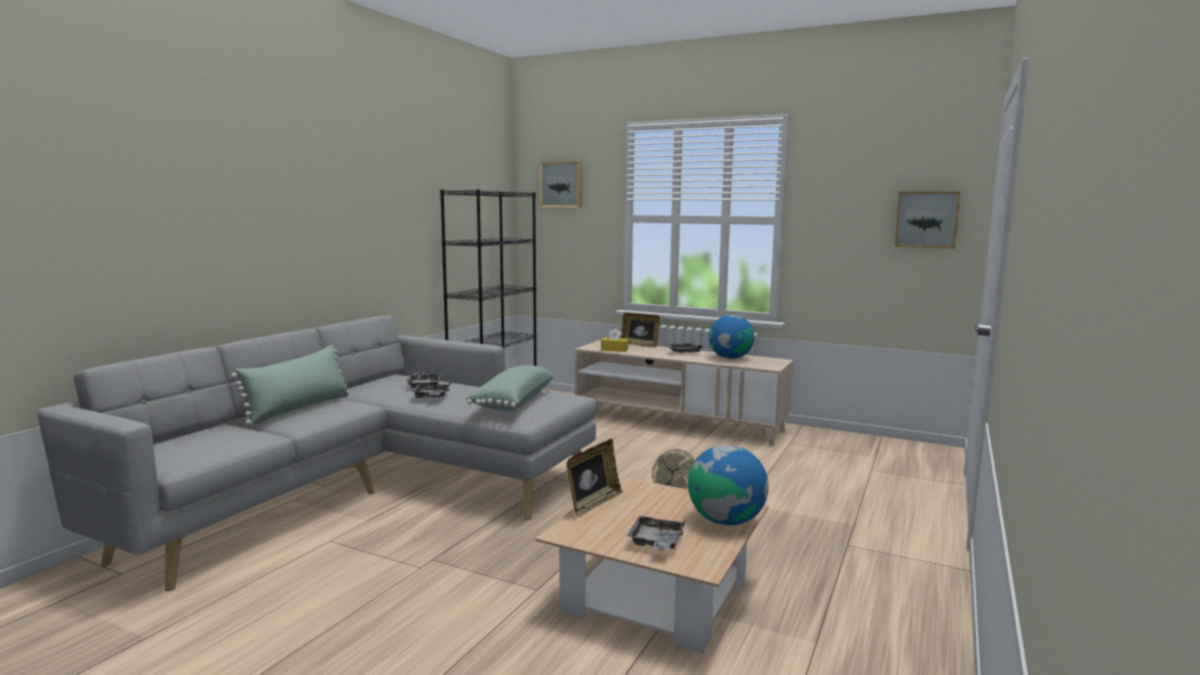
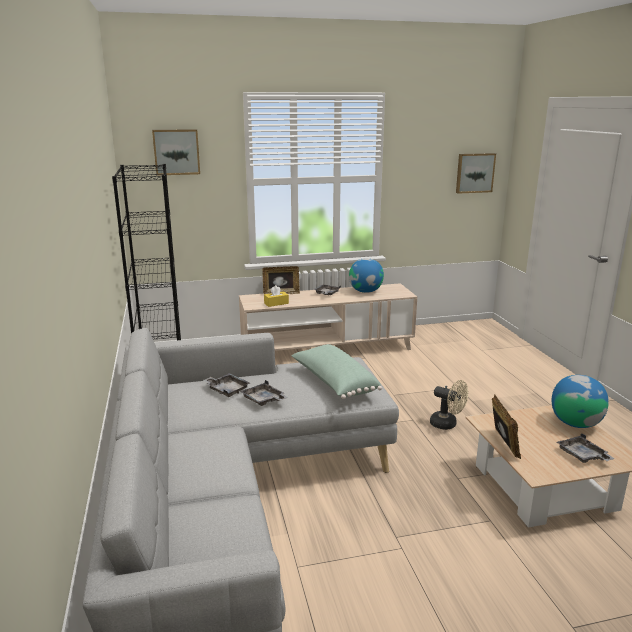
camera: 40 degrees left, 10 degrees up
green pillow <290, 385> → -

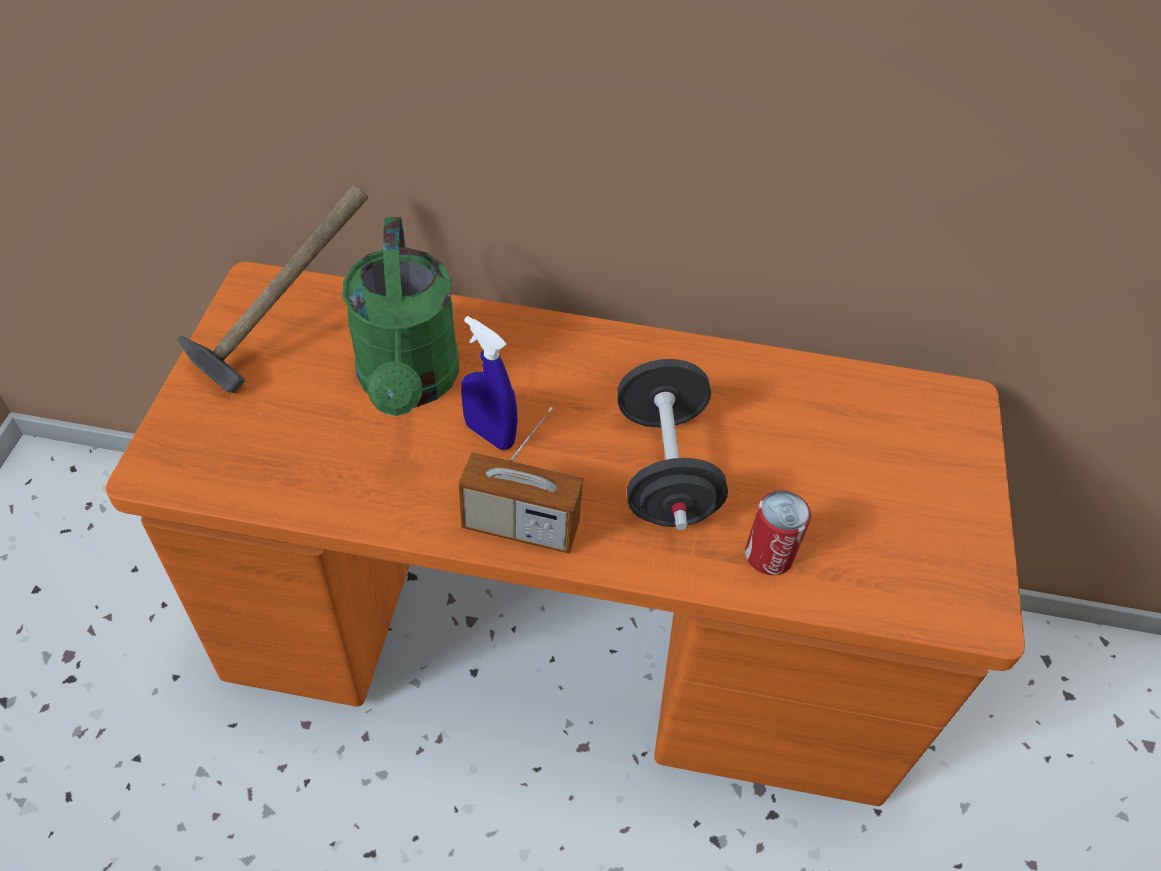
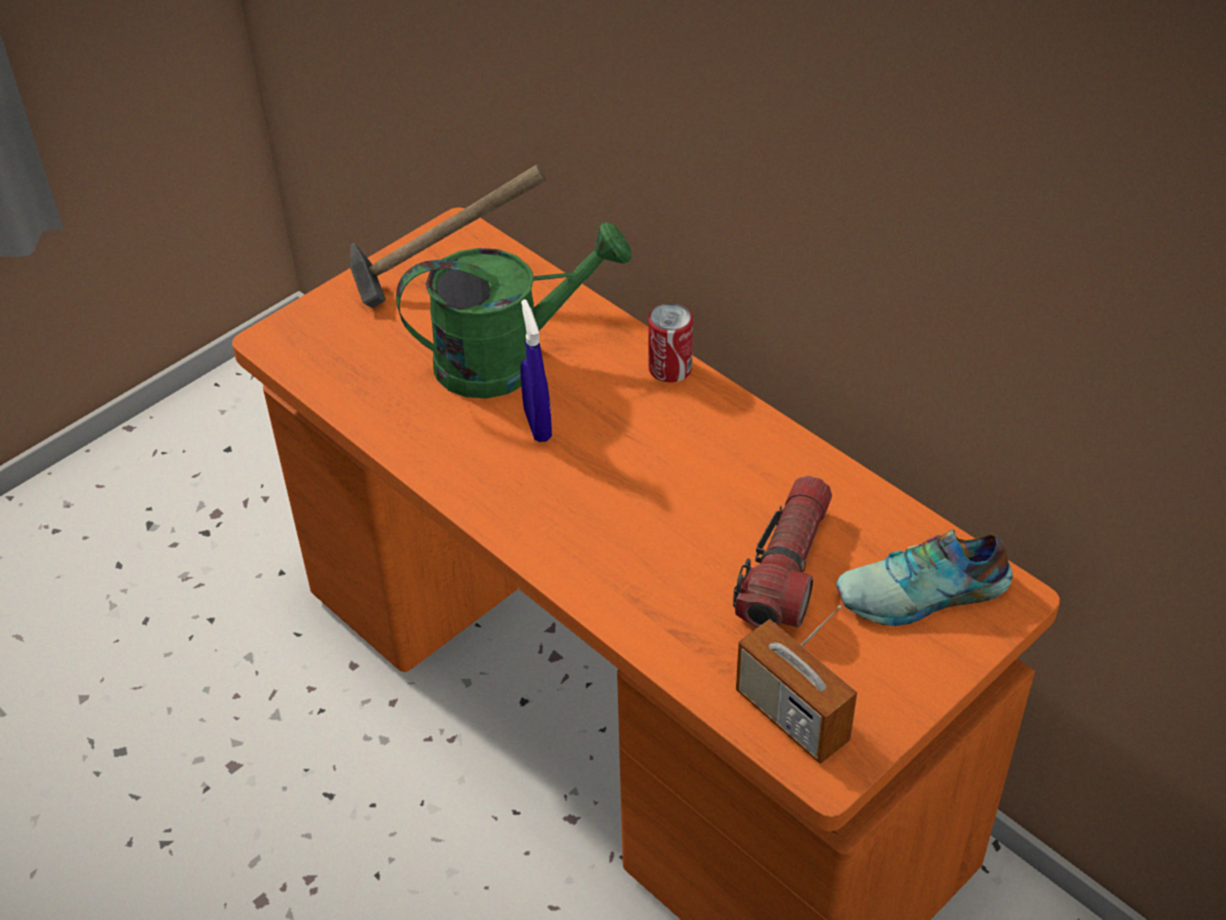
camera: 40 degrees right, 5 degrees down
black dumbbell <672, 444> → -
- → flashlight <782, 552>
- → shoe <923, 577>
radio <520, 480> → radio <796, 684>, move
can <778, 532> → can <670, 342>, move
green watering can <400, 316> → green watering can <513, 310>, 135 degrees counterclockwise

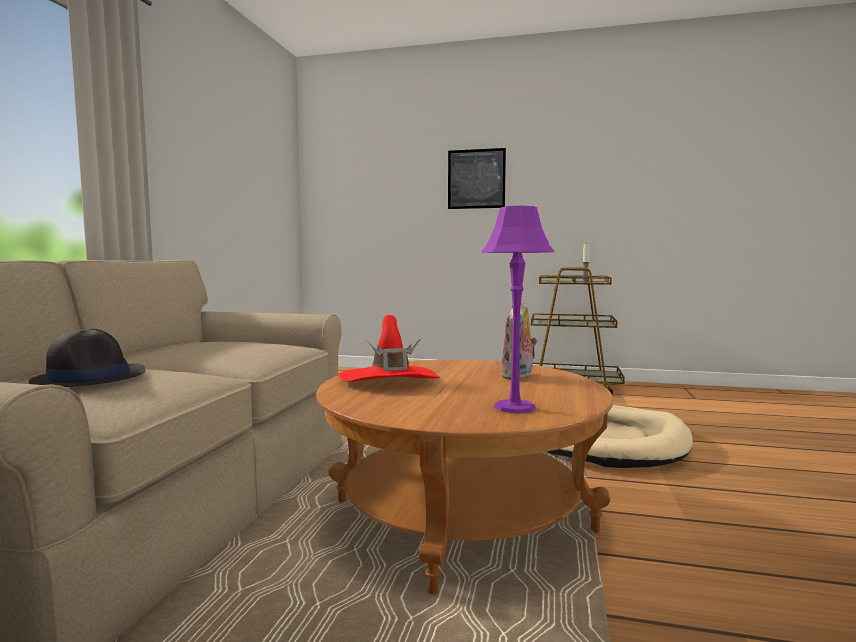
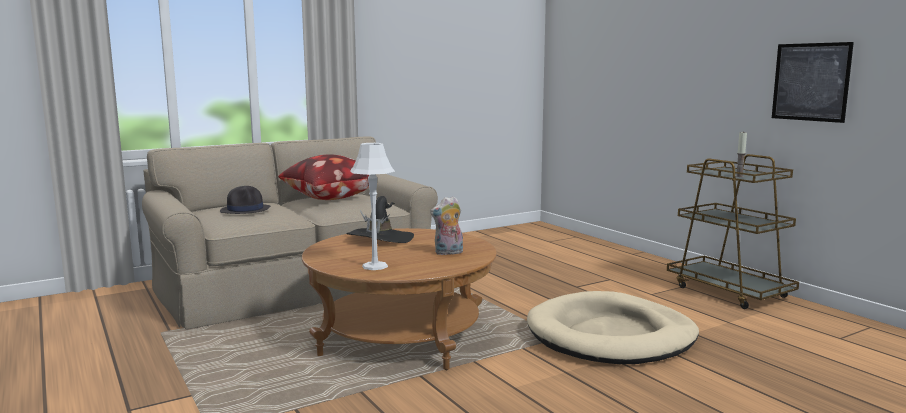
camera: 45 degrees right, 5 degrees up
- → pillow <323, 177>
picture <477, 178> → picture <813, 82>, move
red hat <389, 348> → black hat <380, 219>
purple table lamp <518, 310> → white table lamp <372, 206>

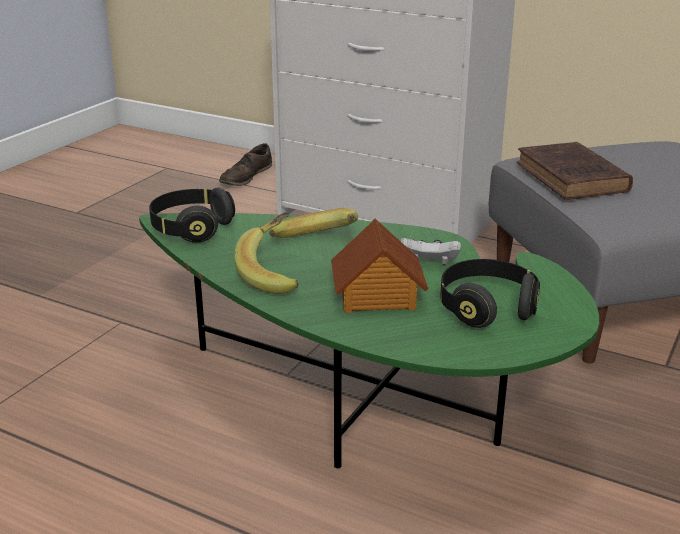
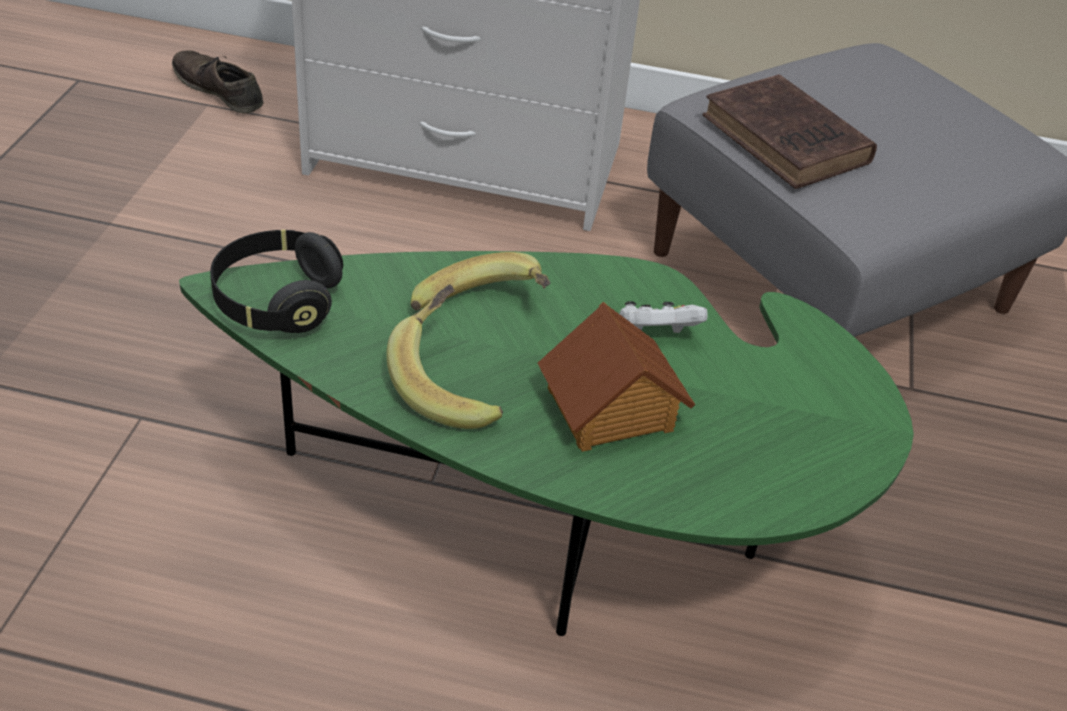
camera: 20 degrees left, 15 degrees up
black headphones <490, 293> → -
brown shoe <245, 164> → brown shoe <217, 82>, 120 degrees clockwise

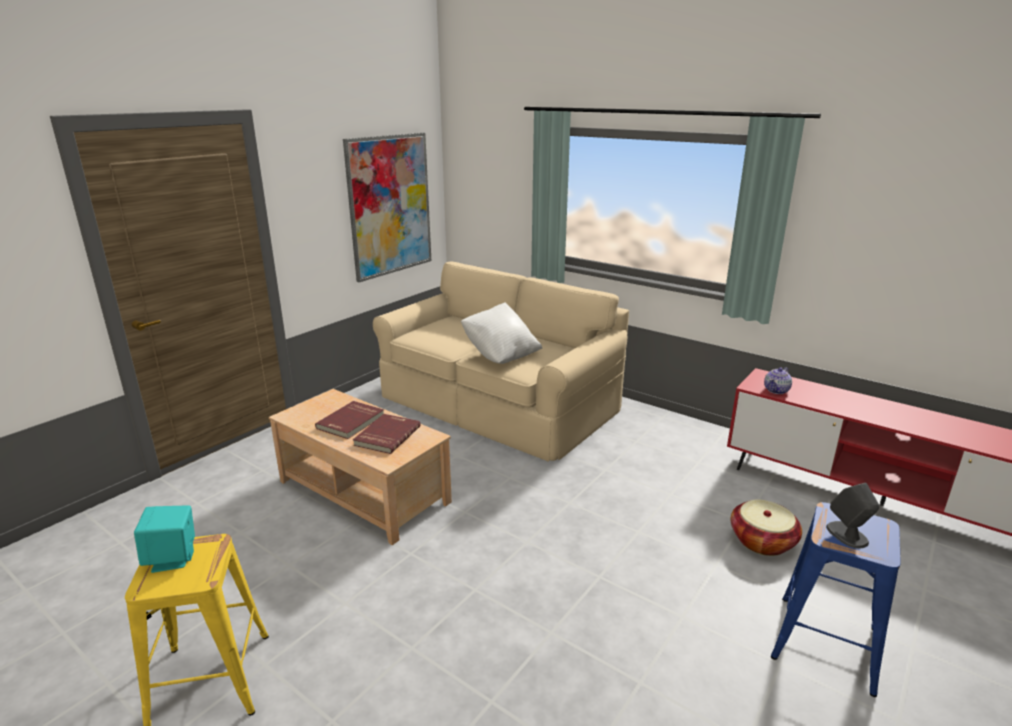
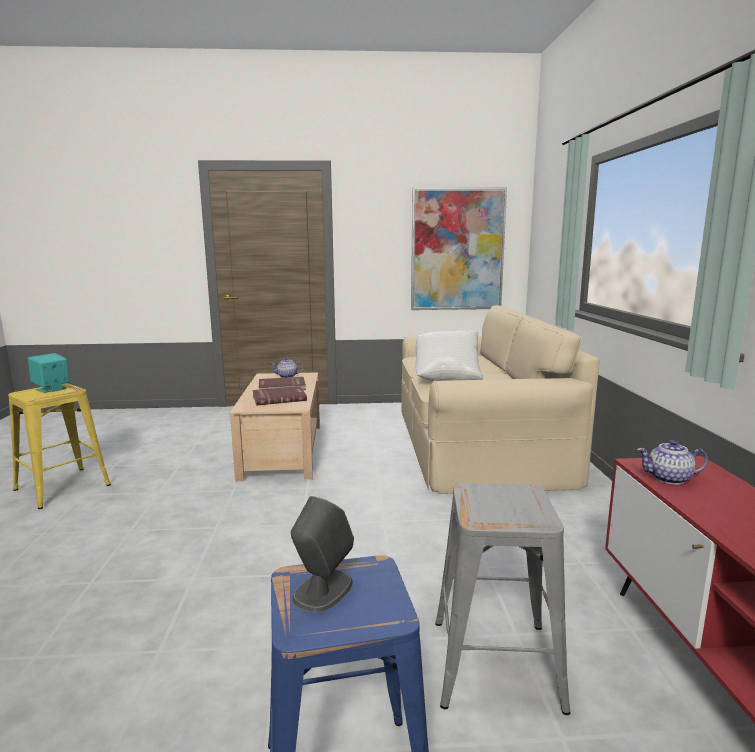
camera: 50 degrees right, 10 degrees down
- → teapot <287, 367>
basket <766, 527> → grey stool <502, 599>

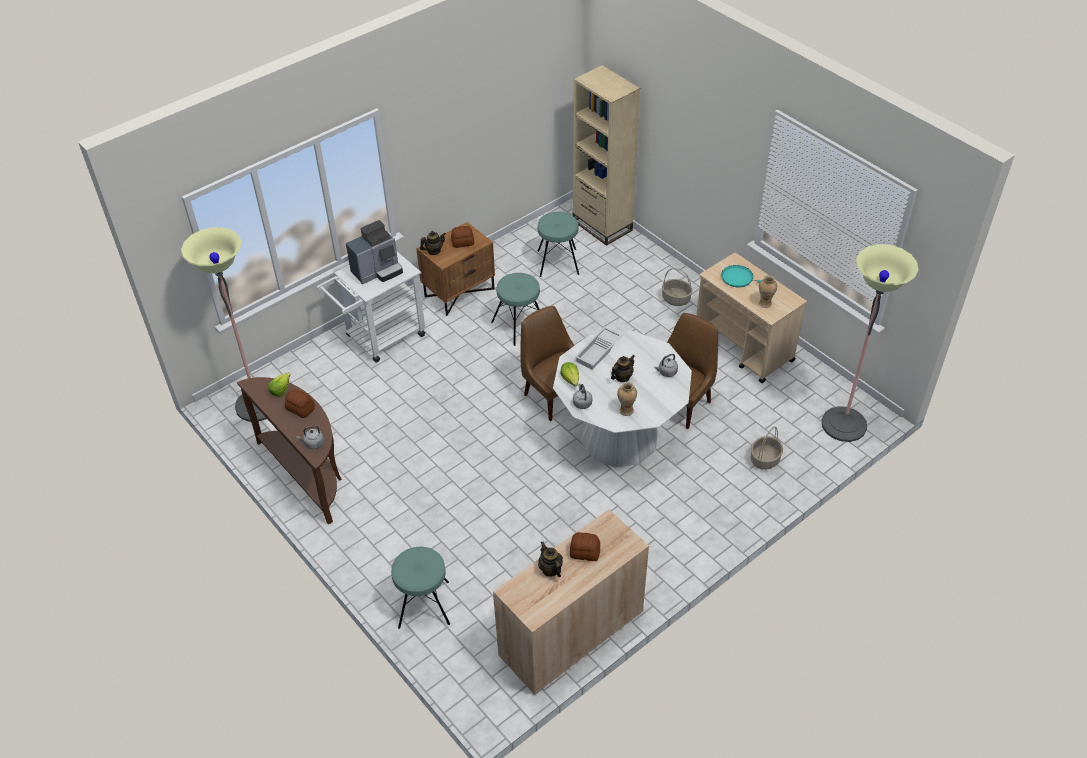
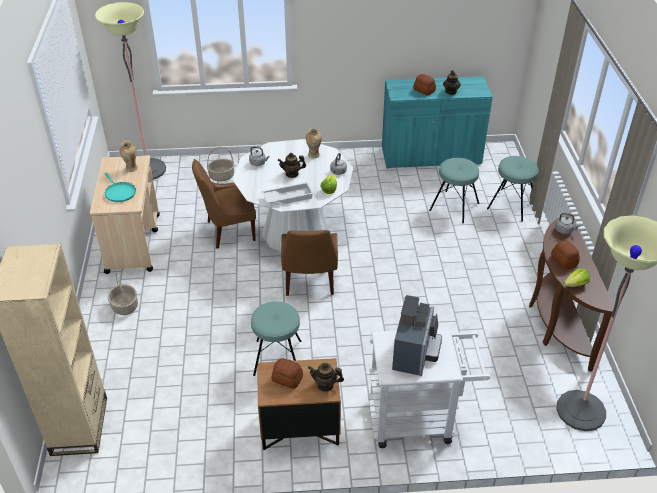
camera: 145 degrees left, 5 degrees down
turquoise stool <558, 244> → turquoise stool <454, 190>, move
beige cabinet <571, 602> → turquoise cabinet <437, 122>
coffee machine <374, 252> → coffee machine <417, 335>, 105 degrees clockwise

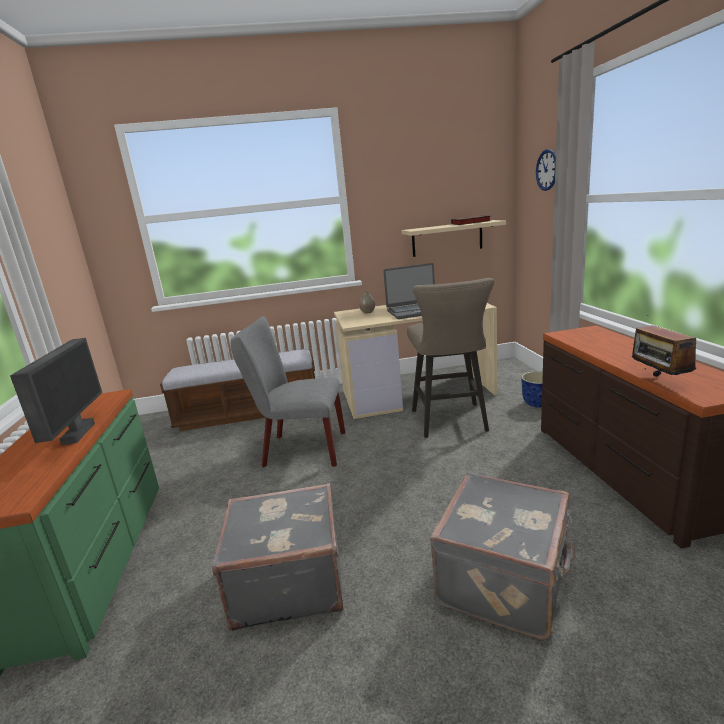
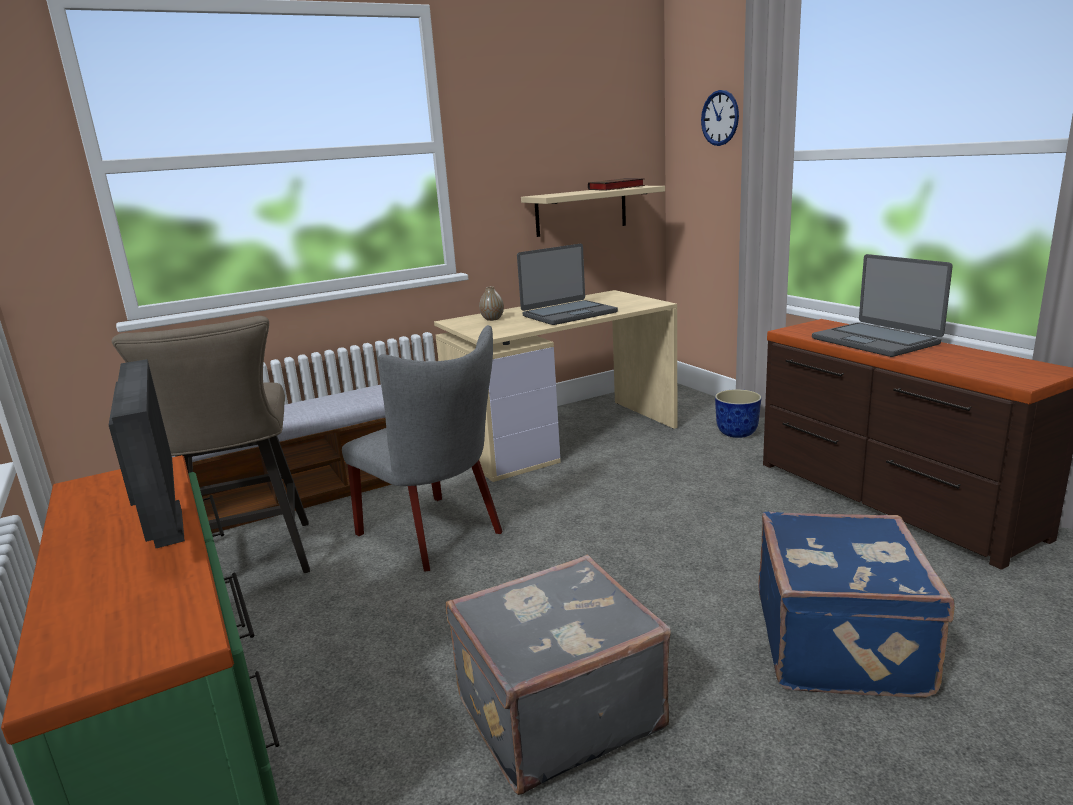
camera: 20 degrees left, 0 degrees up
radio <664, 346> → -
- → laptop <882, 305>
beige stool <450, 358> → beige stool <211, 444>, move
grey suitcase <502, 555> → blue suitcase <857, 605>
grey chair <288, 391> → grey chair <422, 448>, 120 degrees counterclockwise

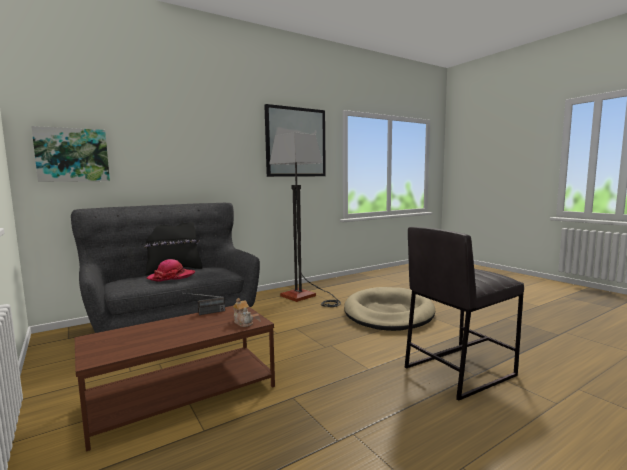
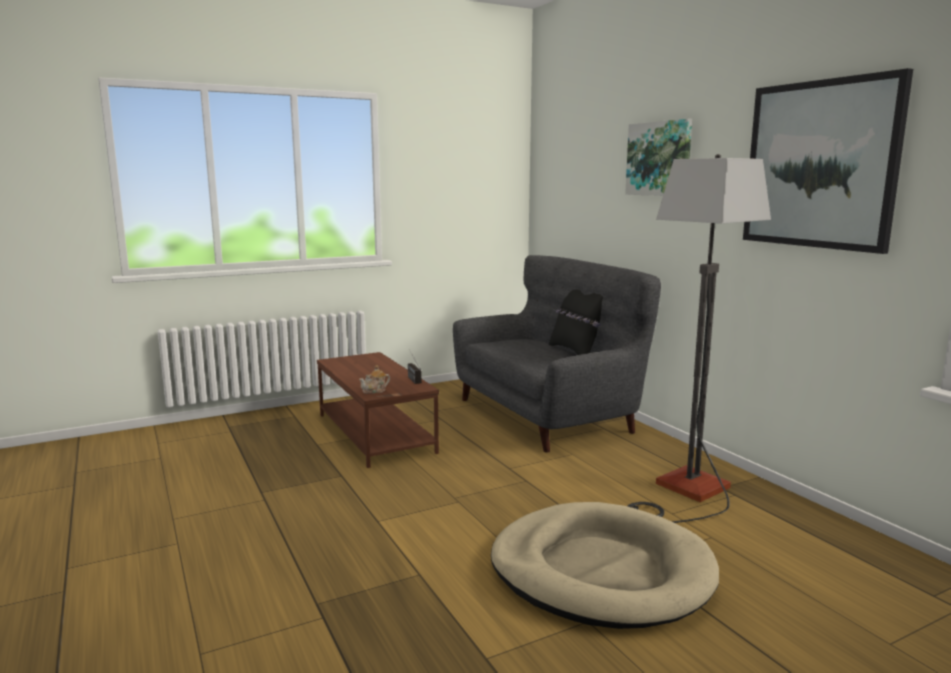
camera: 95 degrees right, 5 degrees up
hat <170, 270> → -
grey stool <464, 314> → -
picture <70, 154> → picture <658, 157>, move

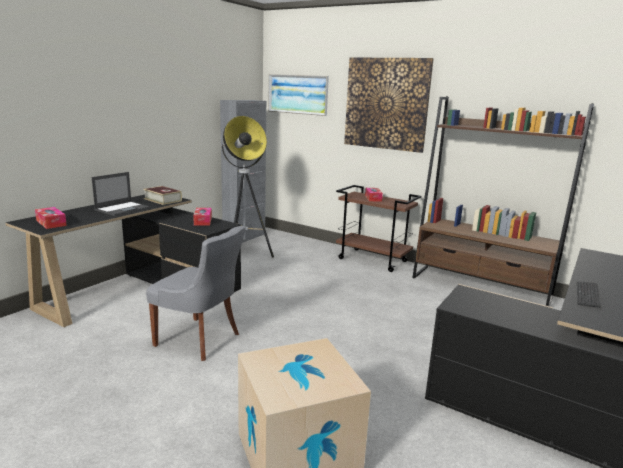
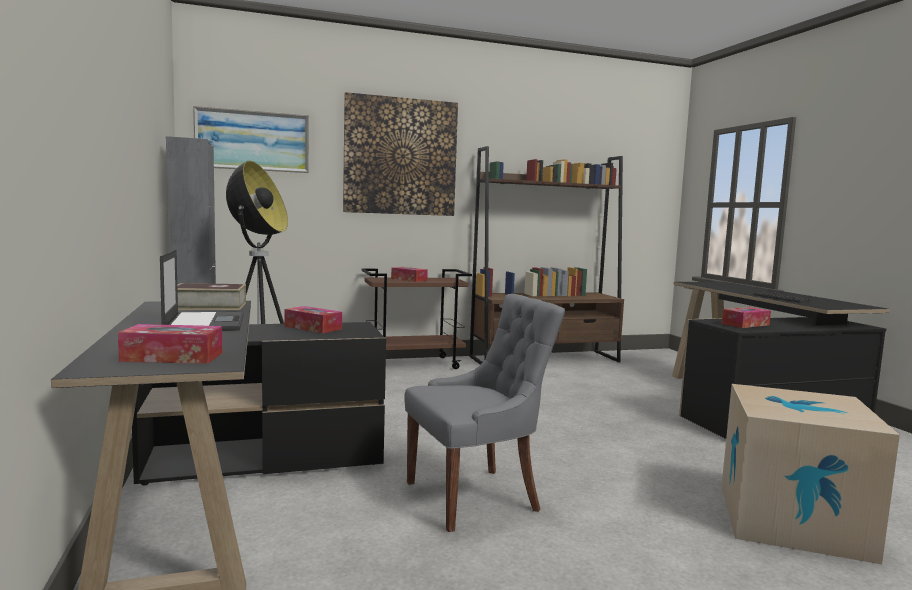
camera: 50 degrees left, 10 degrees down
- → tissue box <746, 317>

